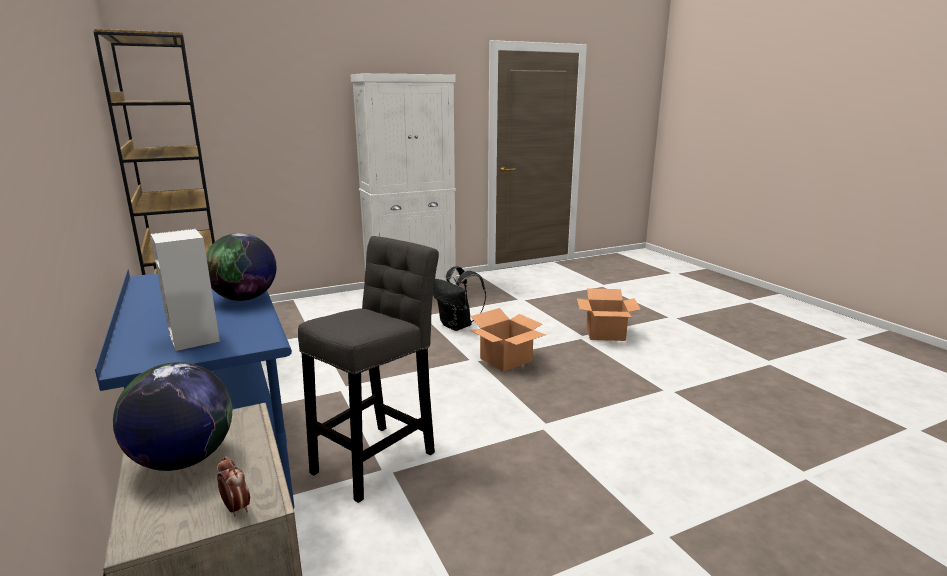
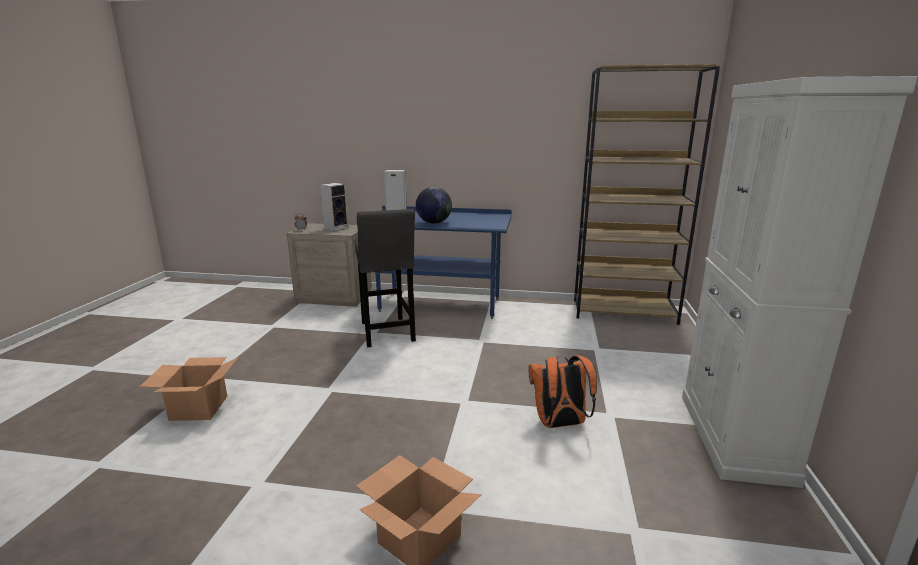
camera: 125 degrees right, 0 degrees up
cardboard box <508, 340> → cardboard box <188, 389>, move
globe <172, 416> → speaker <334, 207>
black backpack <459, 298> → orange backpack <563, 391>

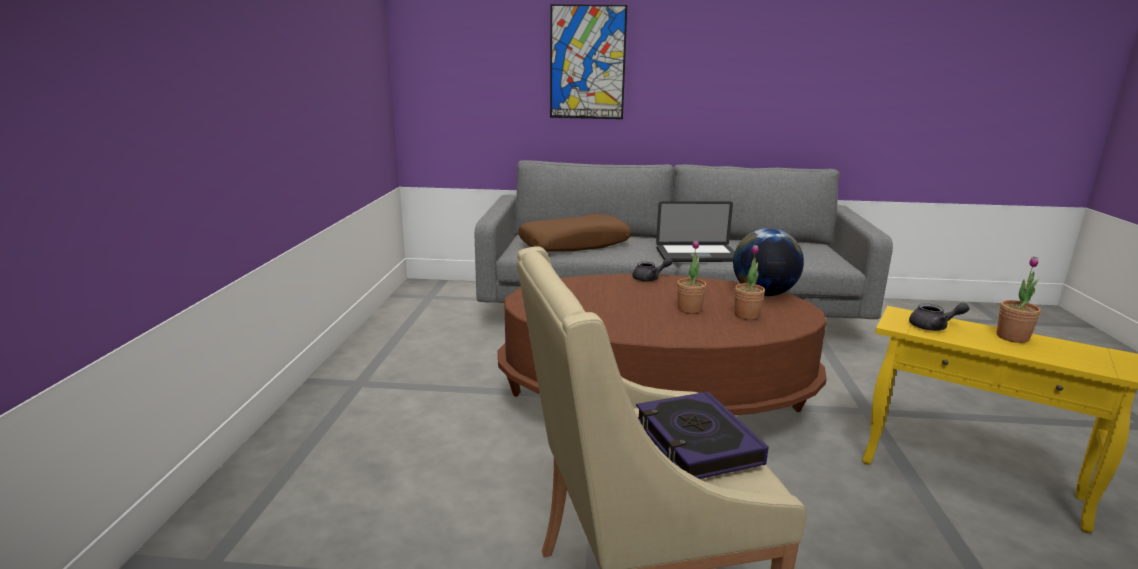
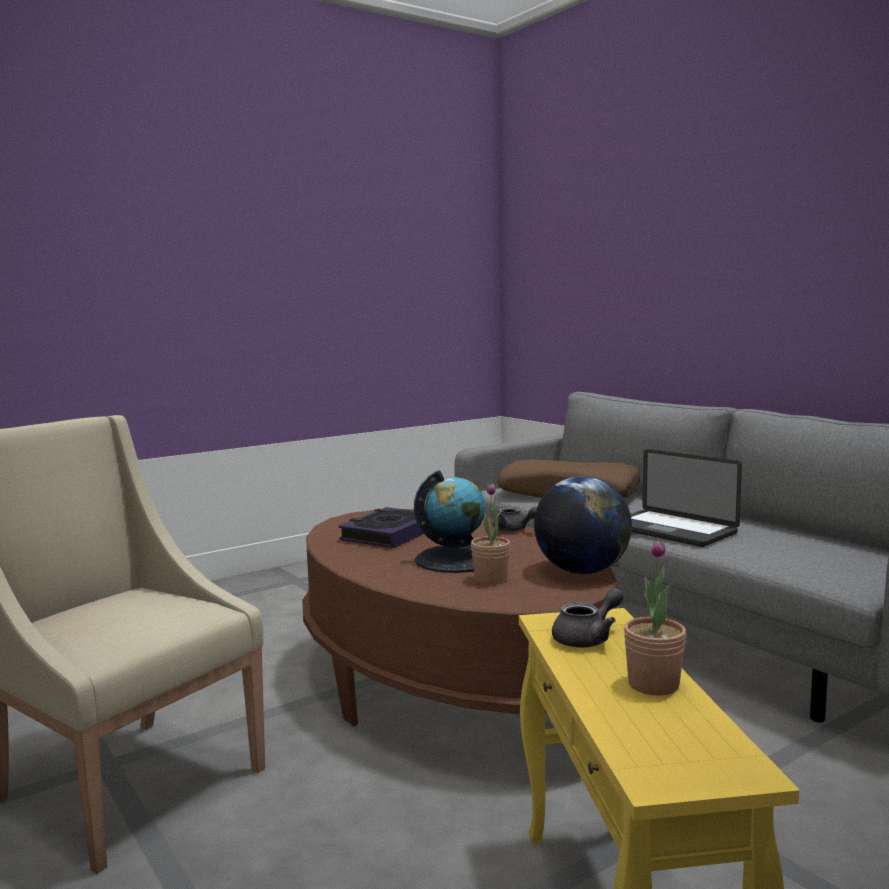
camera: 50 degrees right, 10 degrees down
picture <588, 61> → -
book <702, 435> → book <382, 527>, move
potted plant <691, 277> → globe <450, 521>
grey teapot <939, 316> → grey teapot <587, 618>, 90 degrees counterclockwise

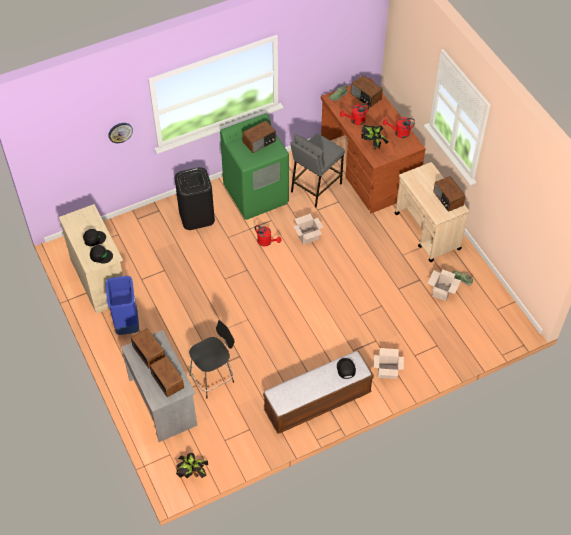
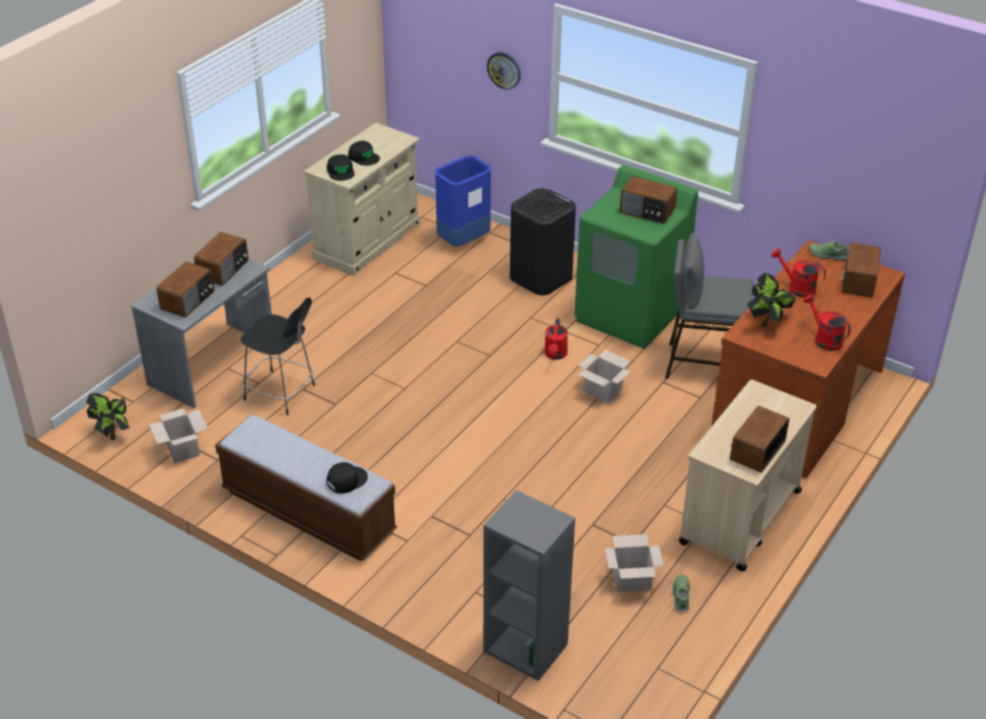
camera: 60 degrees right, 15 degrees down
- → grey bookcase <529, 585>
blue trash can <122, 305> → blue trash can <463, 201>, move
cardboard box <389, 363> → cardboard box <178, 435>, move

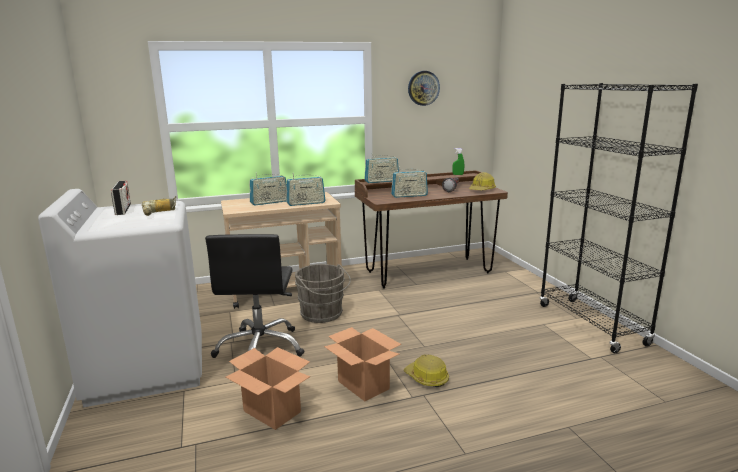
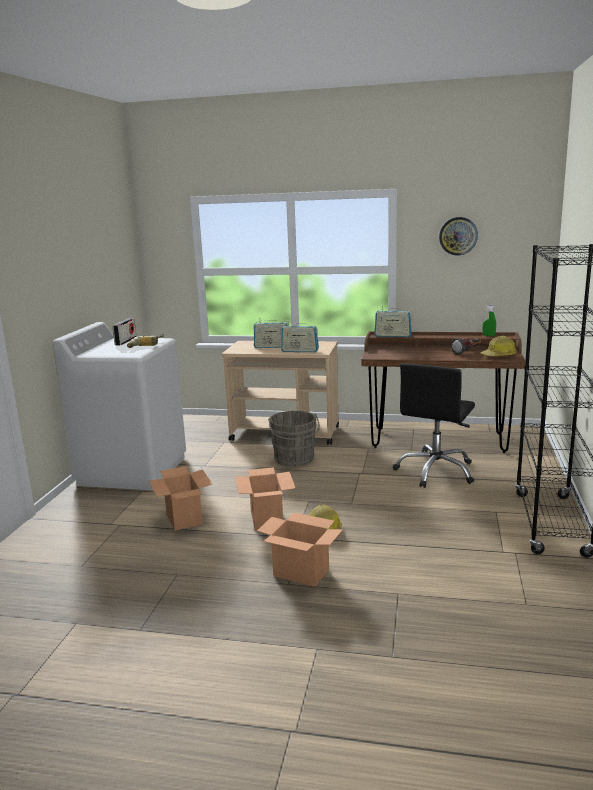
camera: 30 degrees right, 0 degrees up
radio <409, 182> → -
- → cardboard box <300, 550>
black office chair <255, 296> → black office chair <434, 425>, move

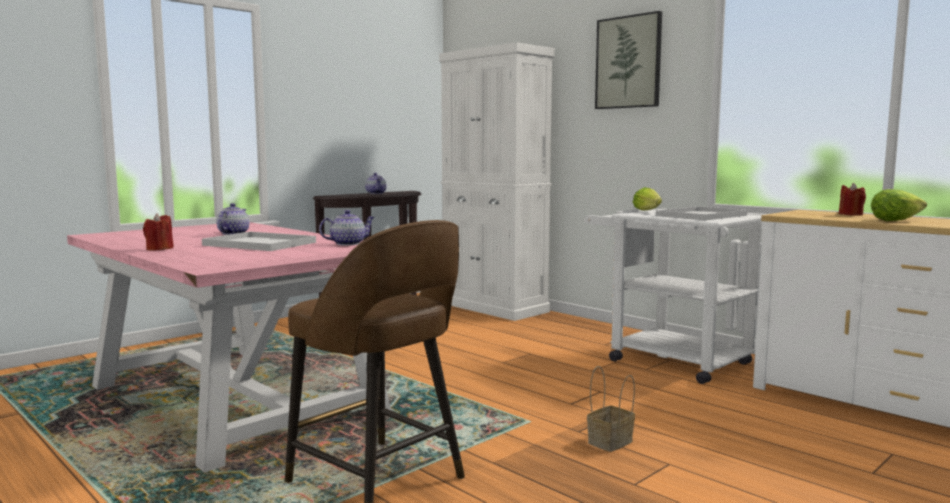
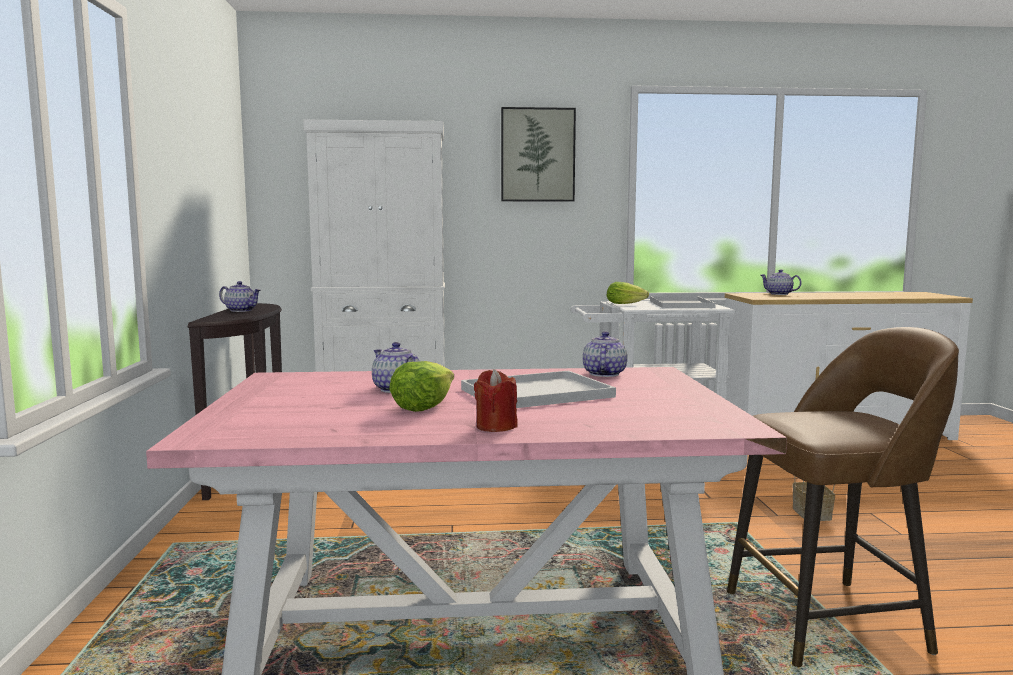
camera: 50 degrees left, 0 degrees up
lettuce <899, 205> → lettuce <421, 386>, move
red candle <852, 199> → teapot <781, 282>

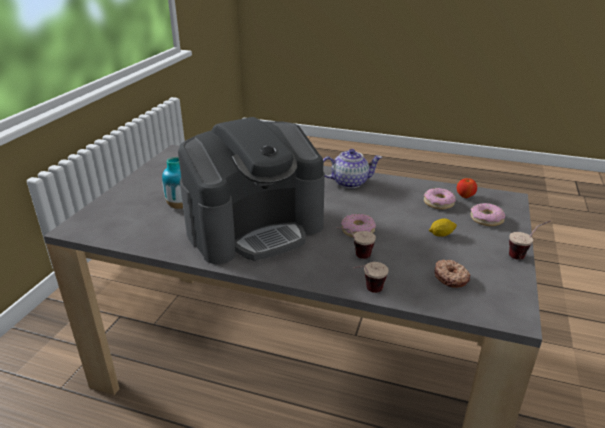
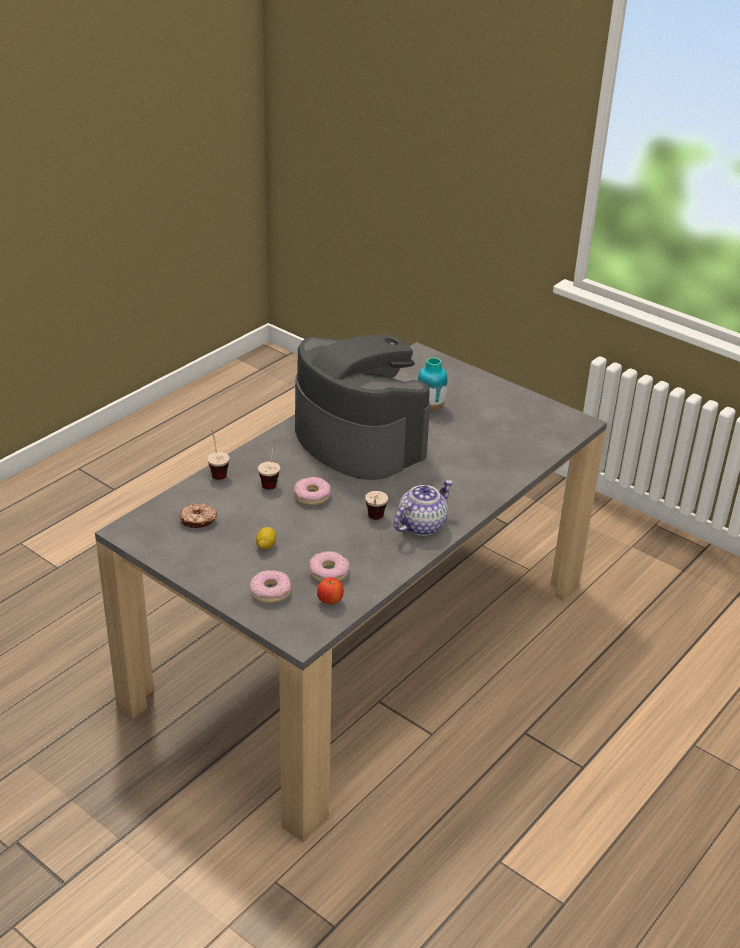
camera: 110 degrees right, 5 degrees up
cup <530, 240> → cup <376, 505>, move
coffee machine <251, 190> → coffee machine <362, 407>, 150 degrees clockwise
teapot <352, 168> → teapot <423, 508>, 150 degrees counterclockwise

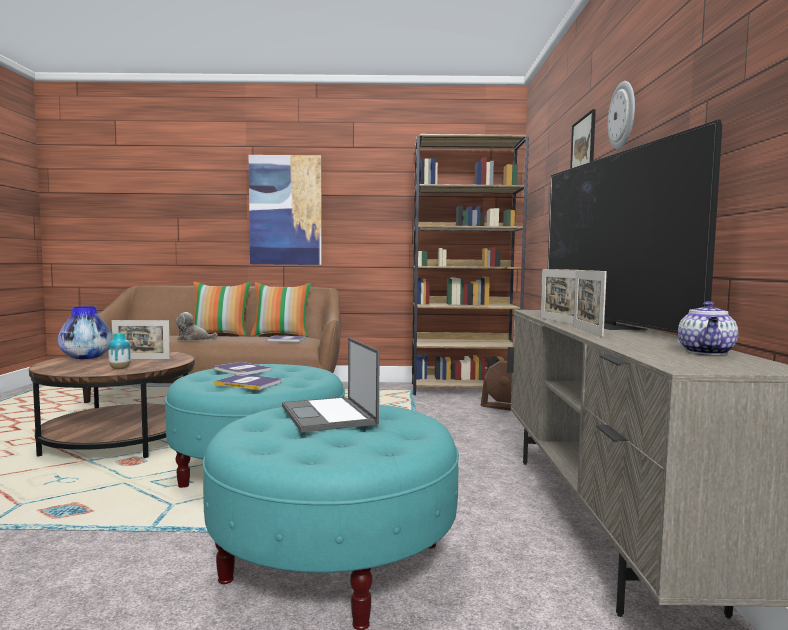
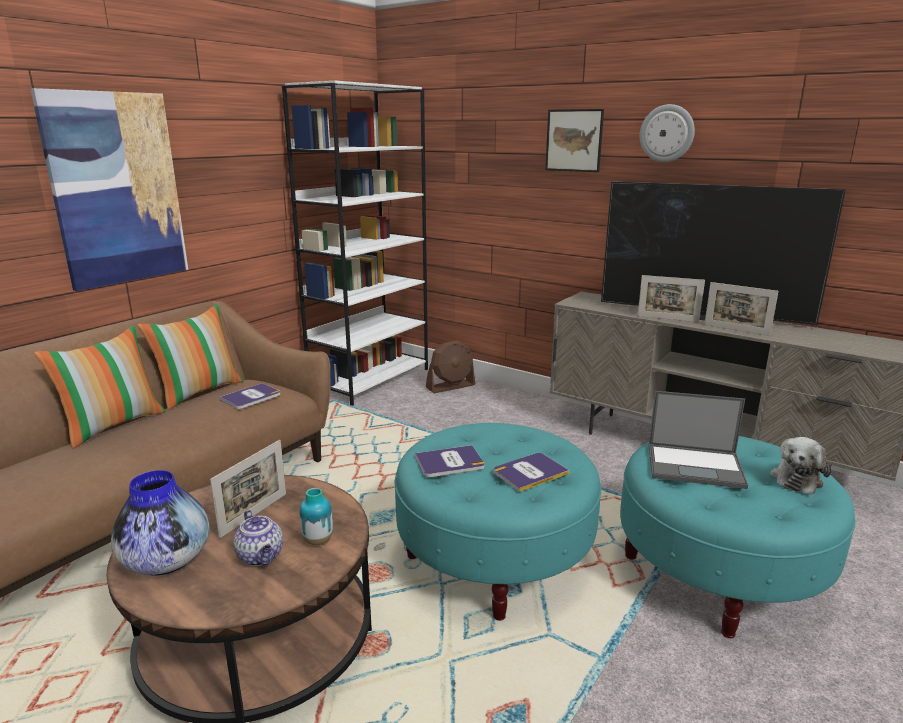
camera: 55 degrees left, 15 degrees up
plush toy <196, 326> → plush toy <801, 466>, move
teapot <708, 328> → teapot <258, 538>, move
brown bookcase <470, 264> → white bookcase <355, 243>

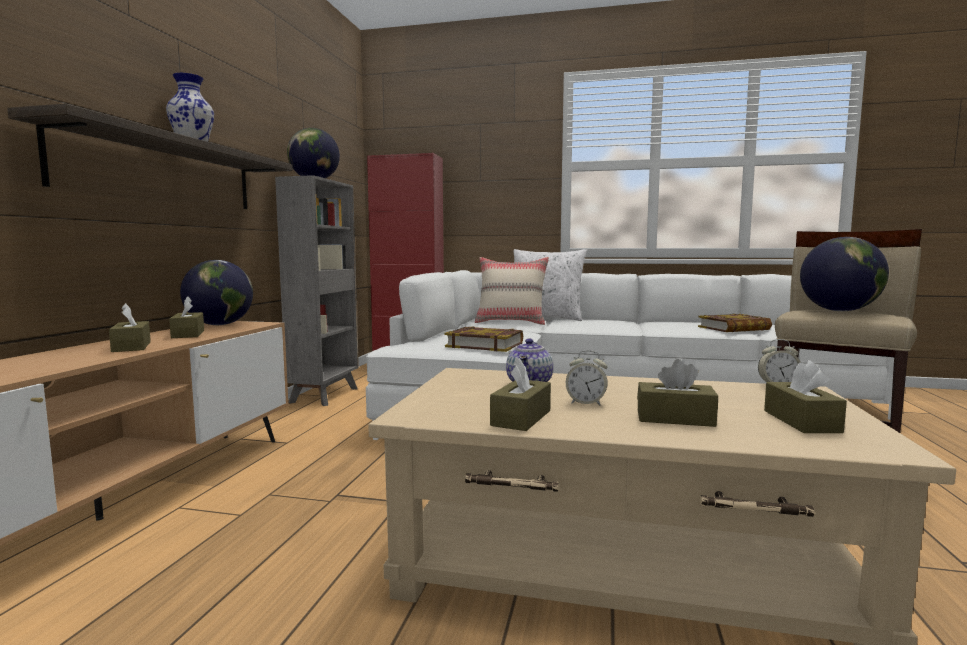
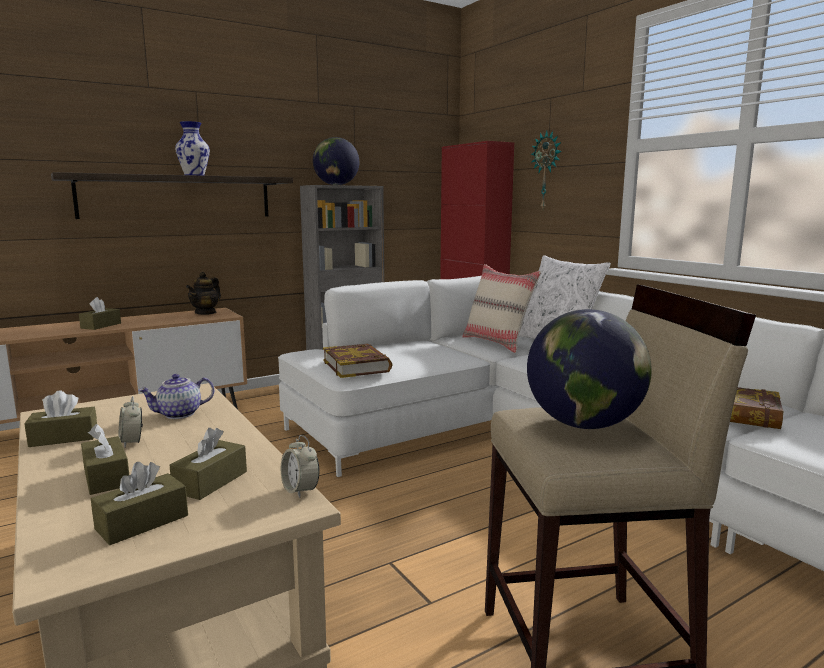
camera: 45 degrees right, 5 degrees up
- → wall clock <546, 169>
brown tissue box <186, 317> → brown tissue box <208, 464>, move
globe <216, 292> → teapot <203, 293>

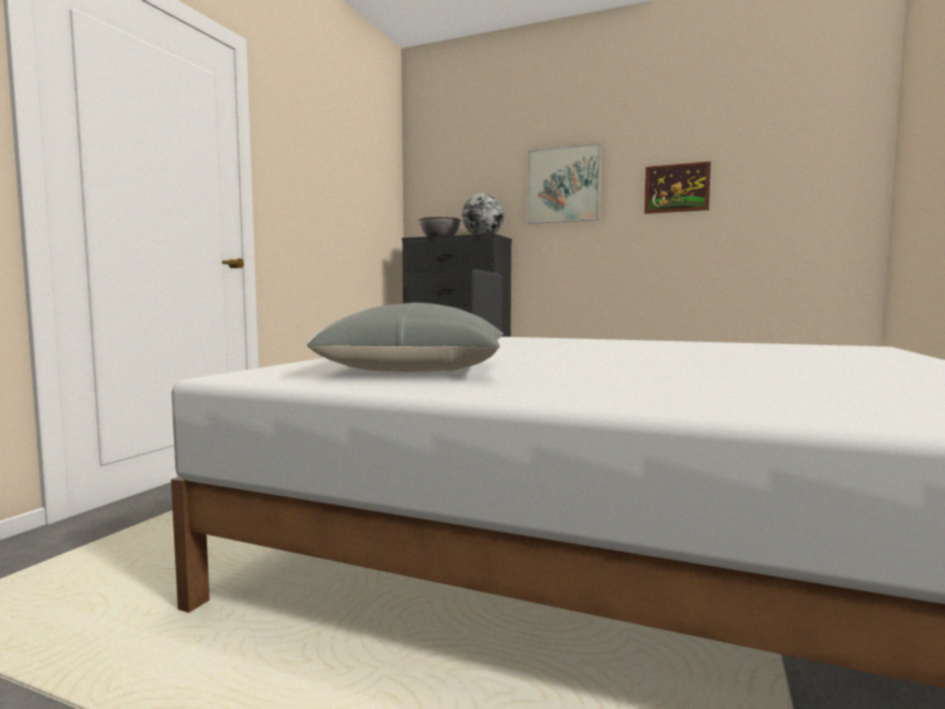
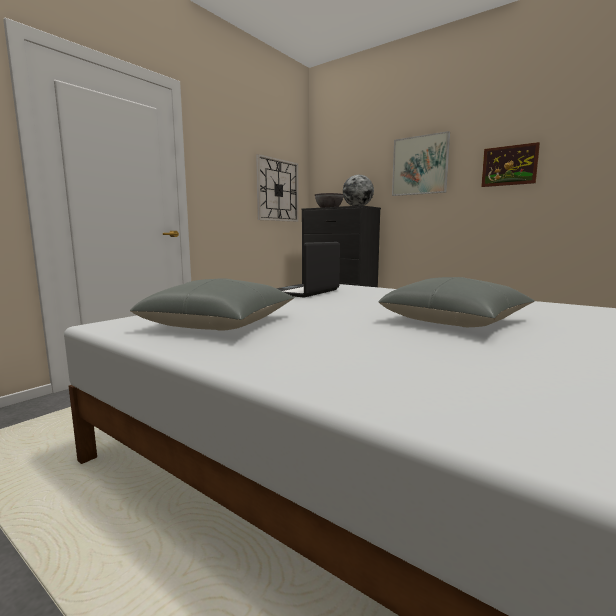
camera: 15 degrees right, 5 degrees up
- → wall clock <277, 188>
- → grey pillow <456, 302>

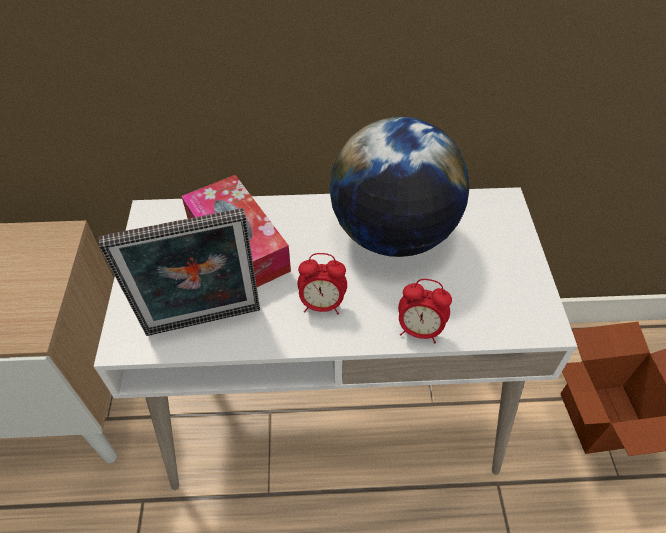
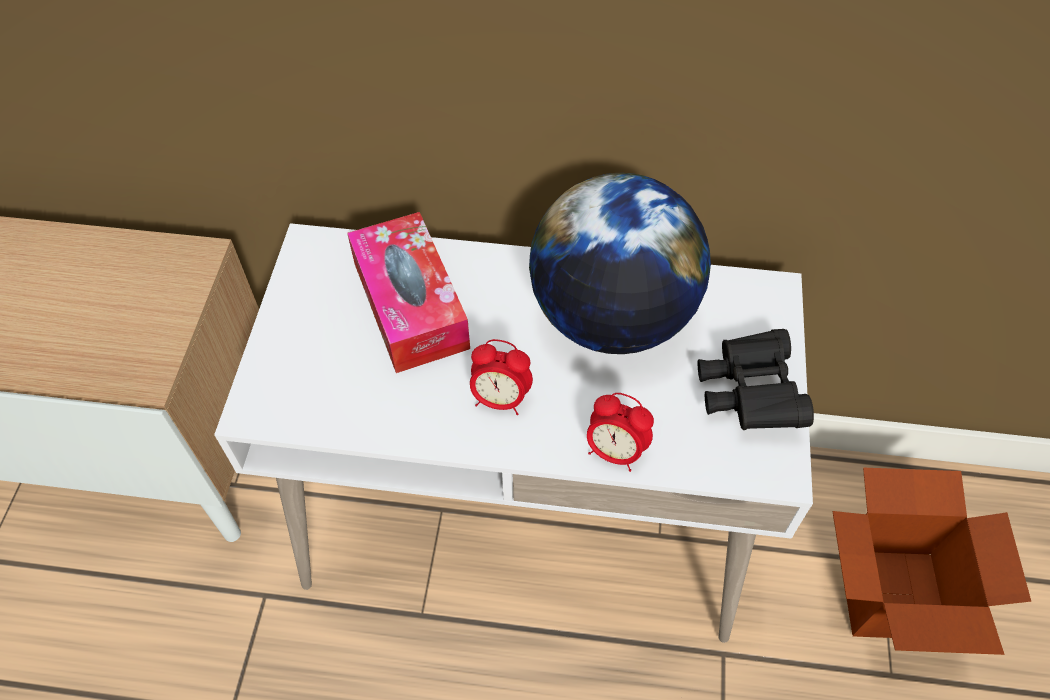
camera: 10 degrees right, 5 degrees up
picture frame <179, 272> → -
- → black binoculars <756, 379>

